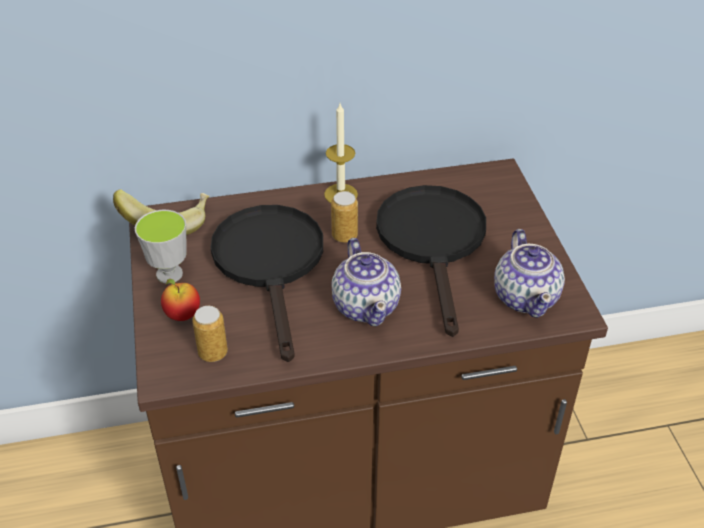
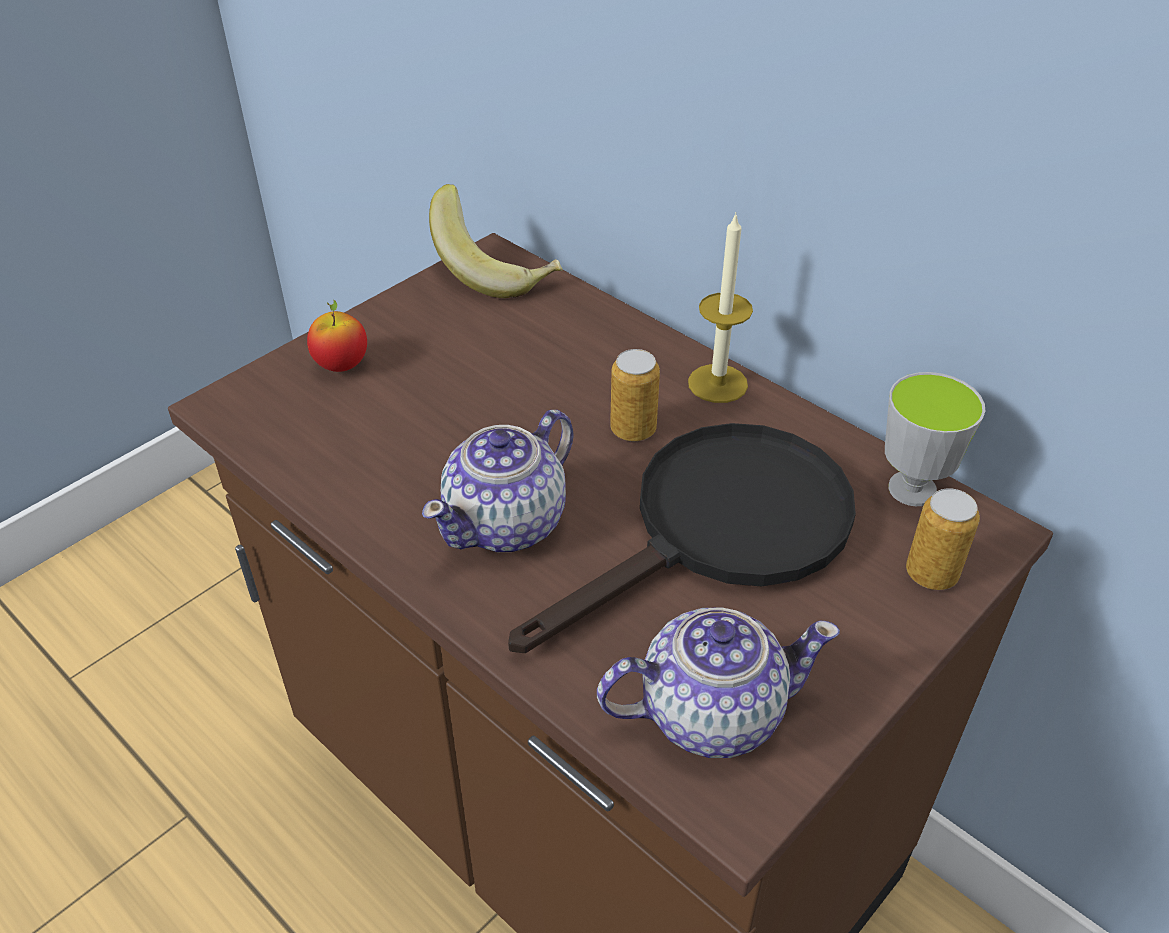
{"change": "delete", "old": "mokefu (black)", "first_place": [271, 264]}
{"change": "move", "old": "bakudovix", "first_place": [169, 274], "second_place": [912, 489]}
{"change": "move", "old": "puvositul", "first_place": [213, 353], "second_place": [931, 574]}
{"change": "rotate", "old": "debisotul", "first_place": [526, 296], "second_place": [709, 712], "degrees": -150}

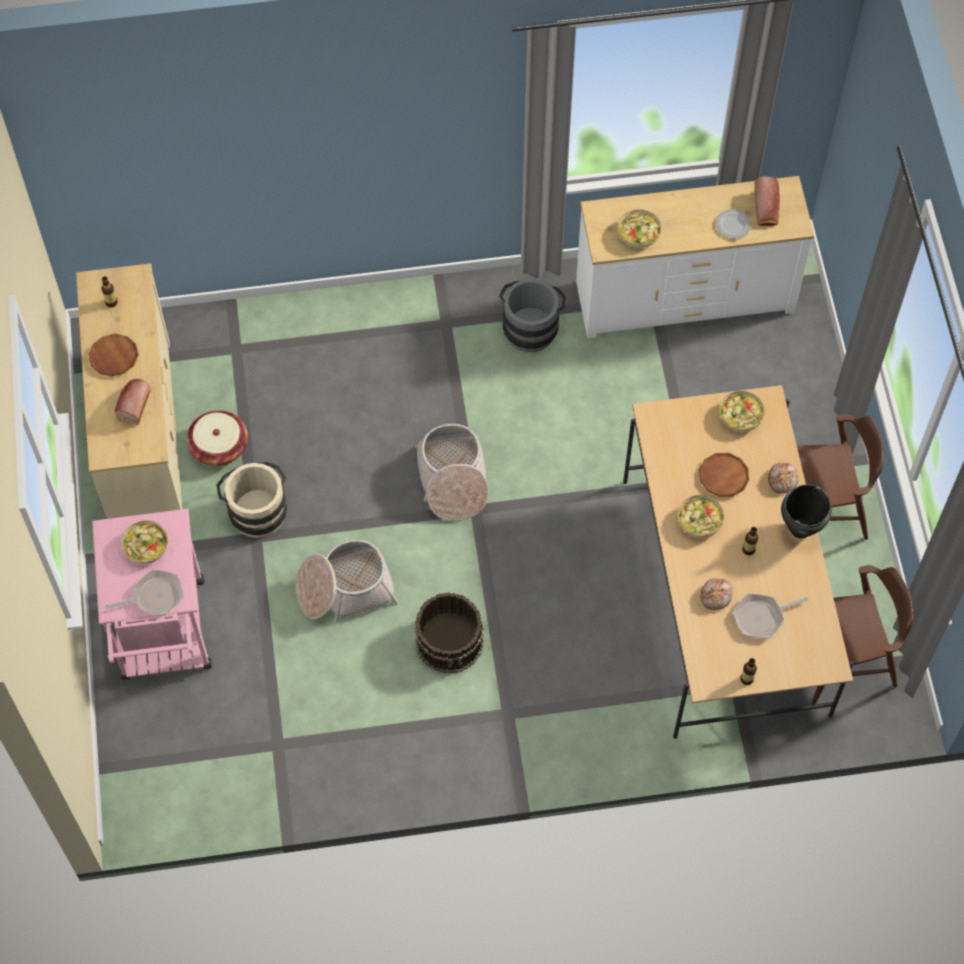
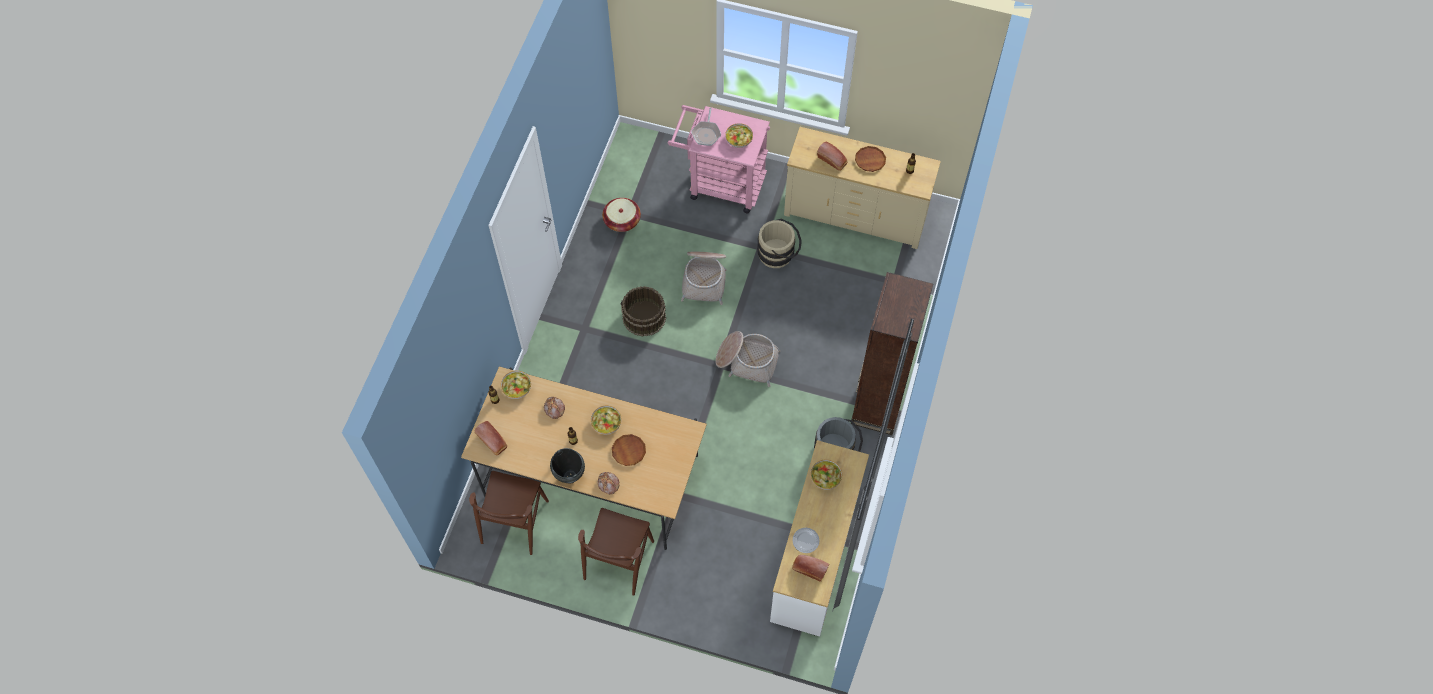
{"change": "delete", "old": "mokefu", "first_place": [762, 617]}
{"change": "insert", "new": "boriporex", "second_place": [493, 442]}
{"change": "insert", "new": "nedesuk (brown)", "second_place": [878, 402]}
{"change": "move", "old": "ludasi", "first_place": [219, 447], "second_place": [622, 221]}
{"change": "move", "old": "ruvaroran", "first_place": [741, 417], "second_place": [516, 388]}

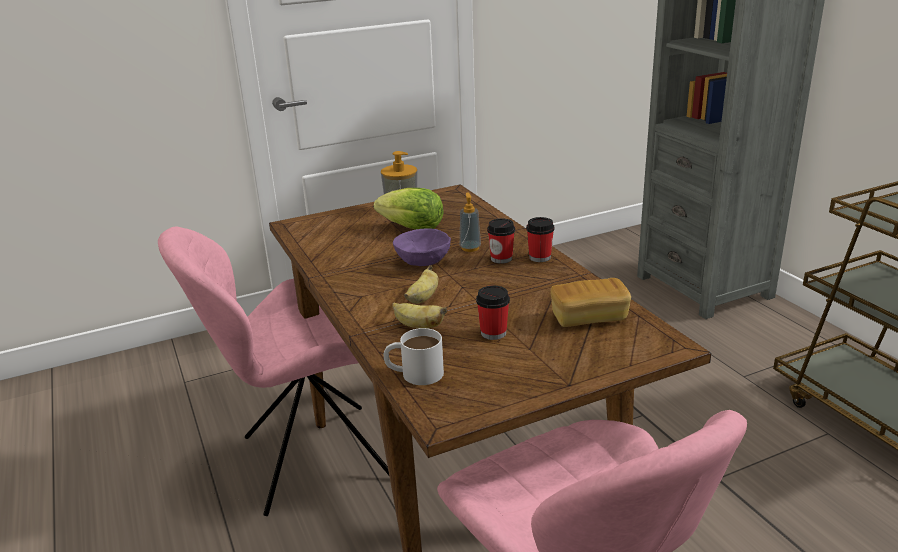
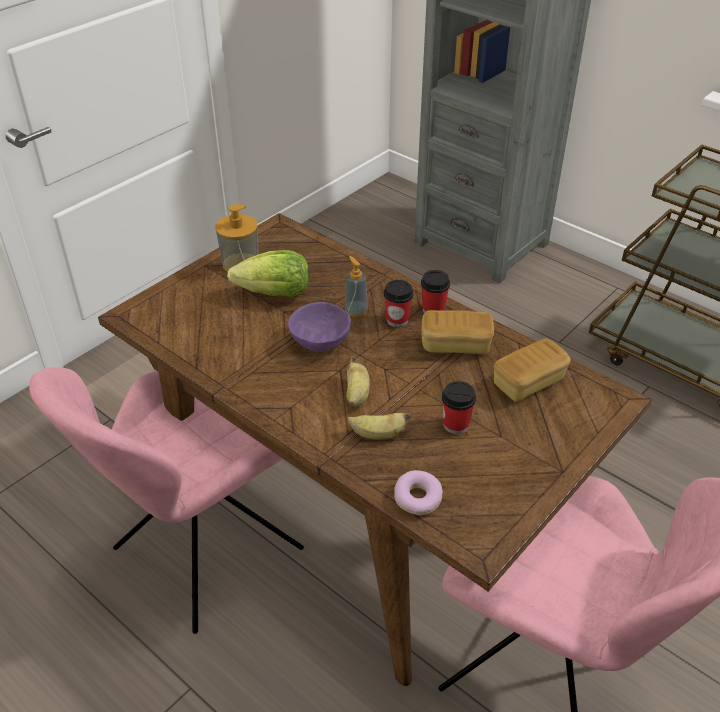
{"change": "insert", "new": "boriporex", "second_place": [455, 345]}
{"change": "replace", "old": "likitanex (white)", "new": "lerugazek", "first_place": [414, 373], "second_place": [417, 498]}

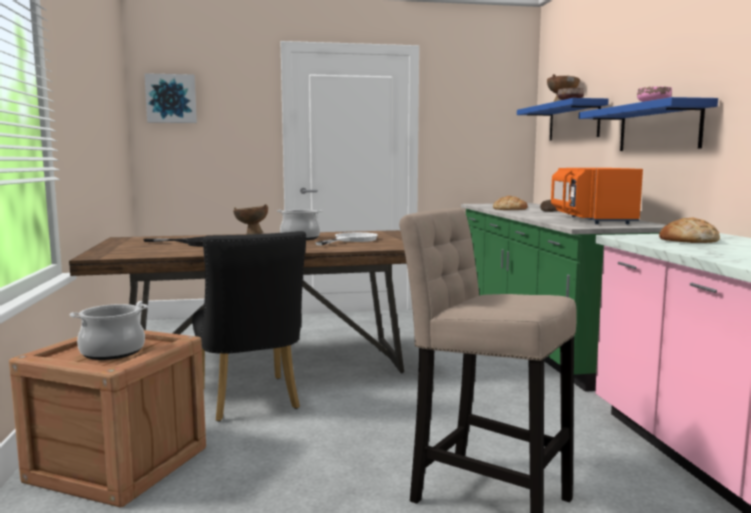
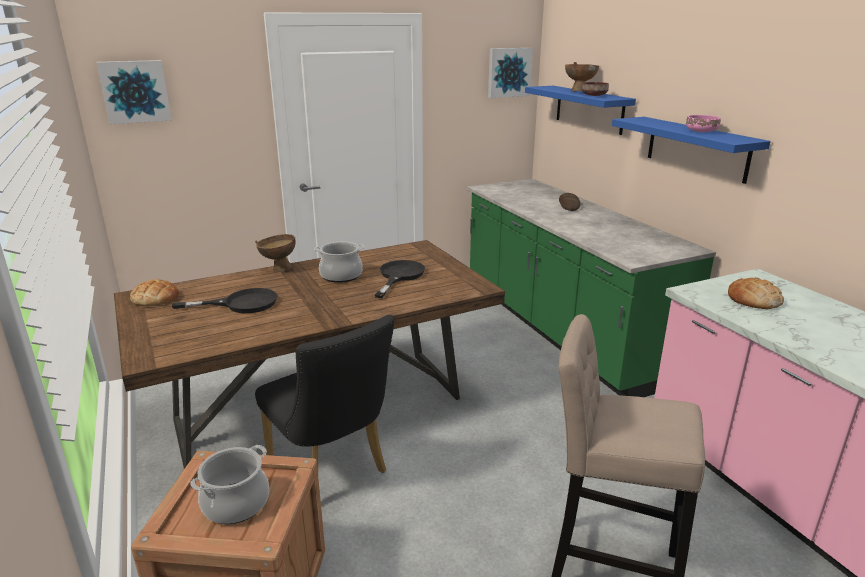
{"change": "delete", "old": "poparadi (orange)", "first_place": [590, 220]}
{"change": "insert", "new": "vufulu", "second_place": [508, 72]}
{"change": "move", "old": "boriporex", "first_place": [510, 209], "second_place": [156, 298]}
{"change": "recolor", "old": "mokefu (white)", "new": "mokefu (black)", "first_place": [351, 240], "second_place": [399, 276]}

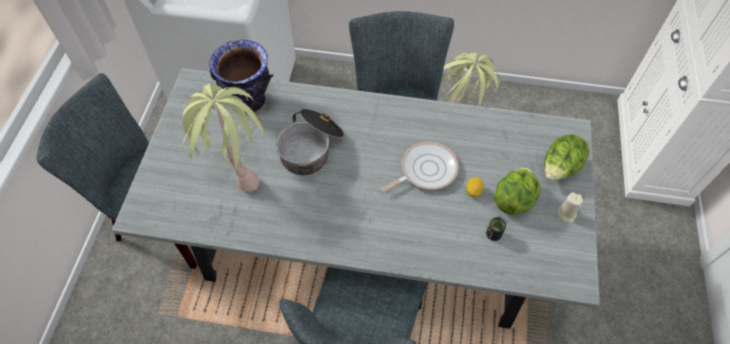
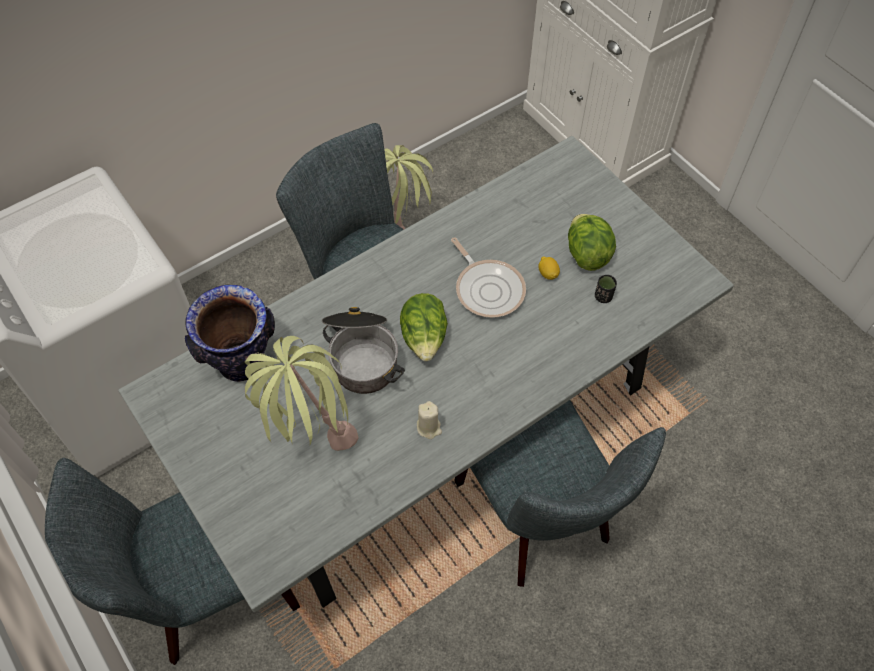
{"change": "move", "old": "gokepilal", "first_place": [559, 168], "second_place": [424, 338]}
{"change": "move", "old": "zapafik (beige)", "first_place": [566, 214], "second_place": [429, 427]}
{"change": "rotate", "old": "mokefu", "first_place": [425, 170], "second_place": [488, 288], "degrees": 135}

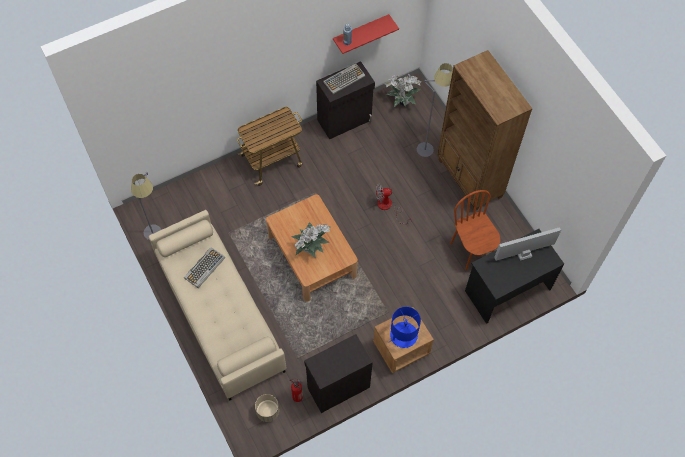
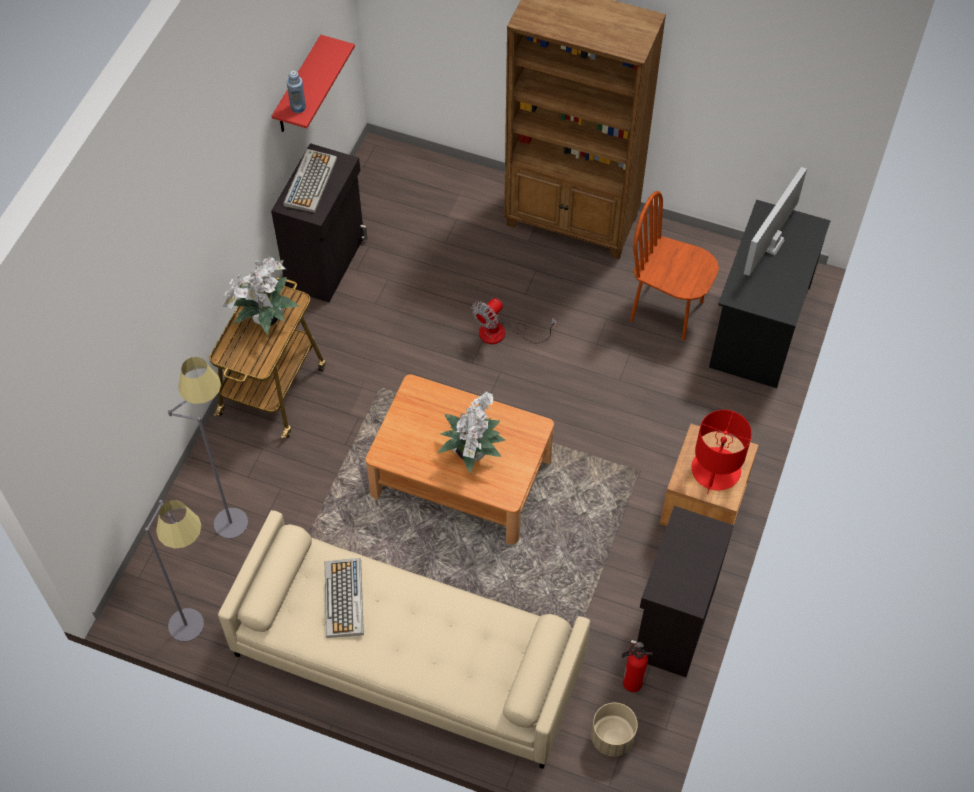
{"change": "move", "old": "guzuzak", "first_place": [401, 101], "second_place": [265, 320]}
{"change": "move", "old": "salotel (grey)", "first_place": [429, 144], "second_place": [230, 509]}
{"change": "recolor", "old": "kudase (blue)", "new": "kudase (red)", "first_place": [403, 335], "second_place": [715, 470]}

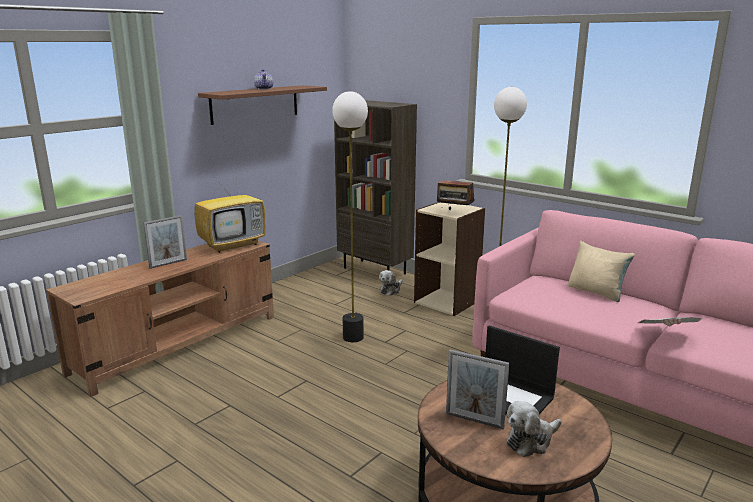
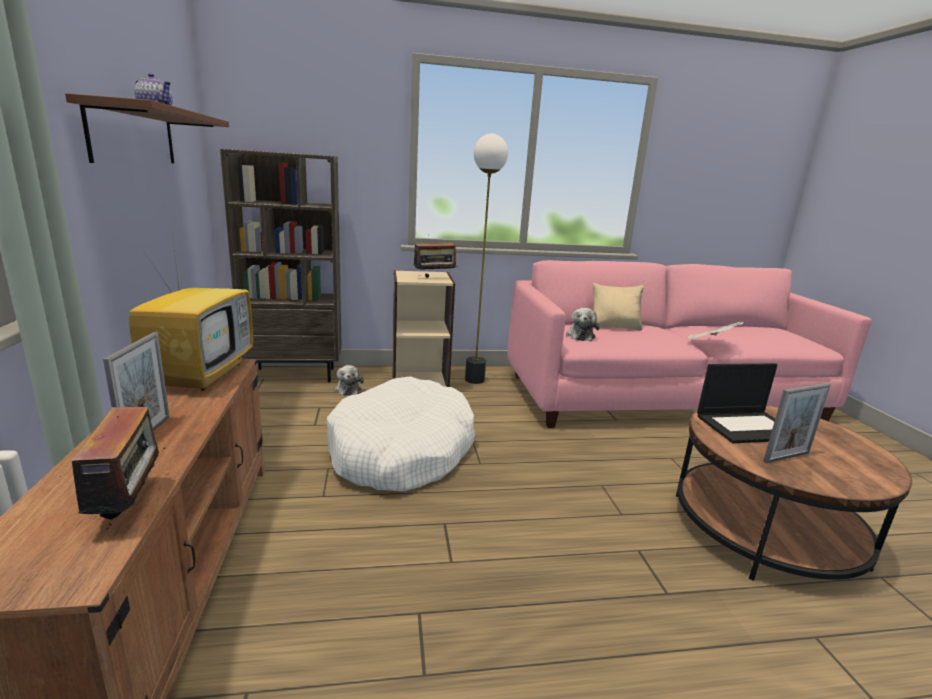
{"change": "insert", "new": "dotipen", "second_place": [130, 506]}
{"change": "move", "old": "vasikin", "first_place": [531, 441], "second_place": [580, 335]}
{"change": "replace", "old": "salotel", "new": "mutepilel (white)", "first_place": [353, 337], "second_place": [401, 451]}

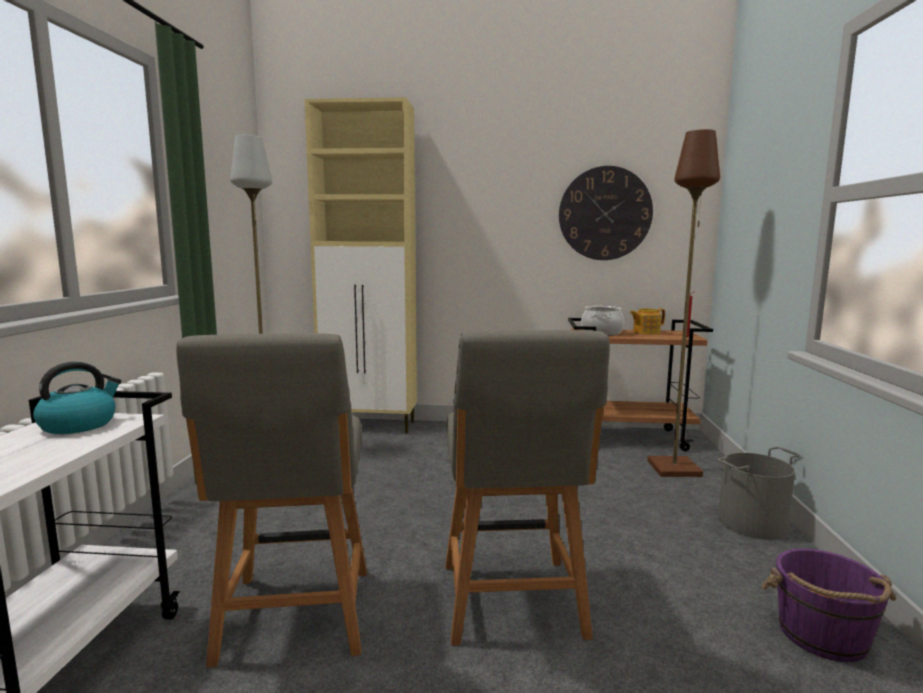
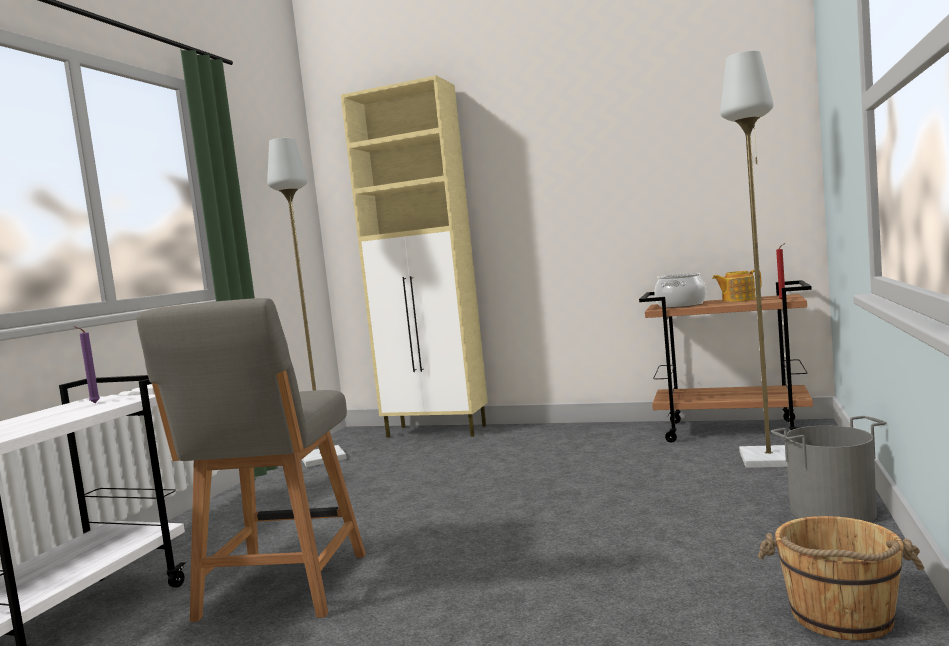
{"change": "delete", "old": "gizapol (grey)", "first_place": [512, 603]}
{"change": "delete", "old": "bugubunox", "first_place": [605, 213]}
{"change": "replace", "old": "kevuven", "new": "zapafik (purple)", "first_place": [79, 425], "second_place": [93, 403]}
{"change": "recolor", "old": "salotel (brown)", "new": "salotel (grey)", "first_place": [674, 468], "second_place": [769, 459]}
{"change": "recolor", "old": "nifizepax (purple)", "new": "nifizepax (brown)", "first_place": [823, 636], "second_place": [841, 617]}

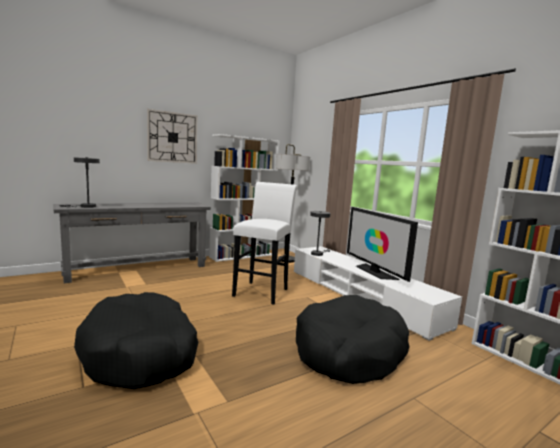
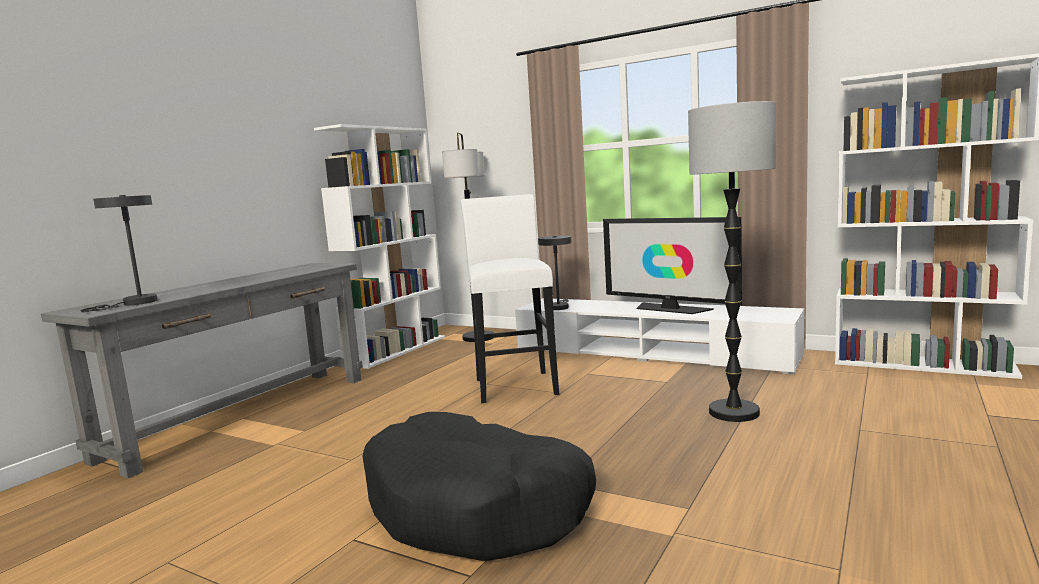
{"change": "delete", "old": "bugubunox", "first_place": [172, 137]}
{"change": "replace", "old": "mutepilel (black)", "new": "salotel", "first_place": [349, 351], "second_place": [733, 412]}

